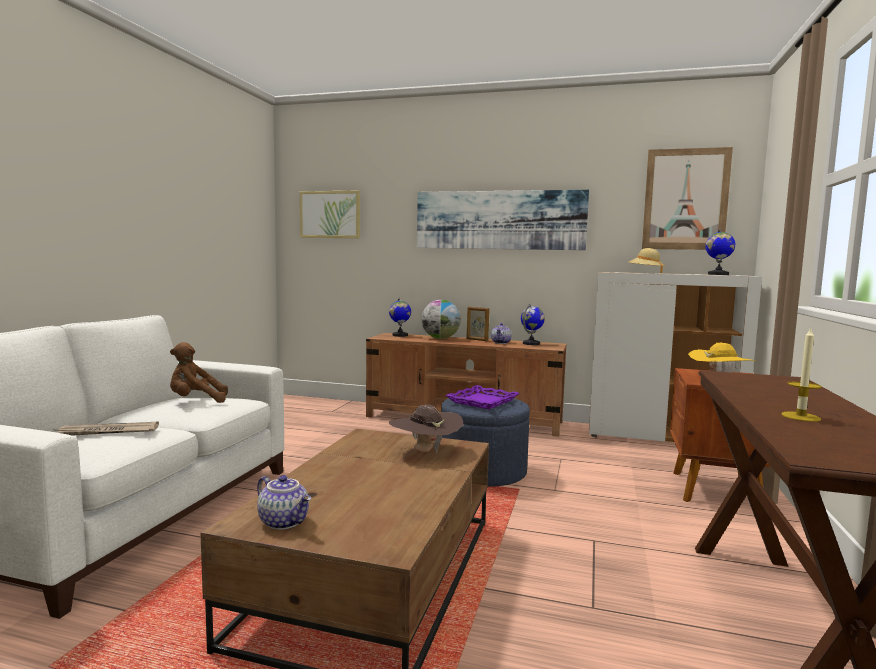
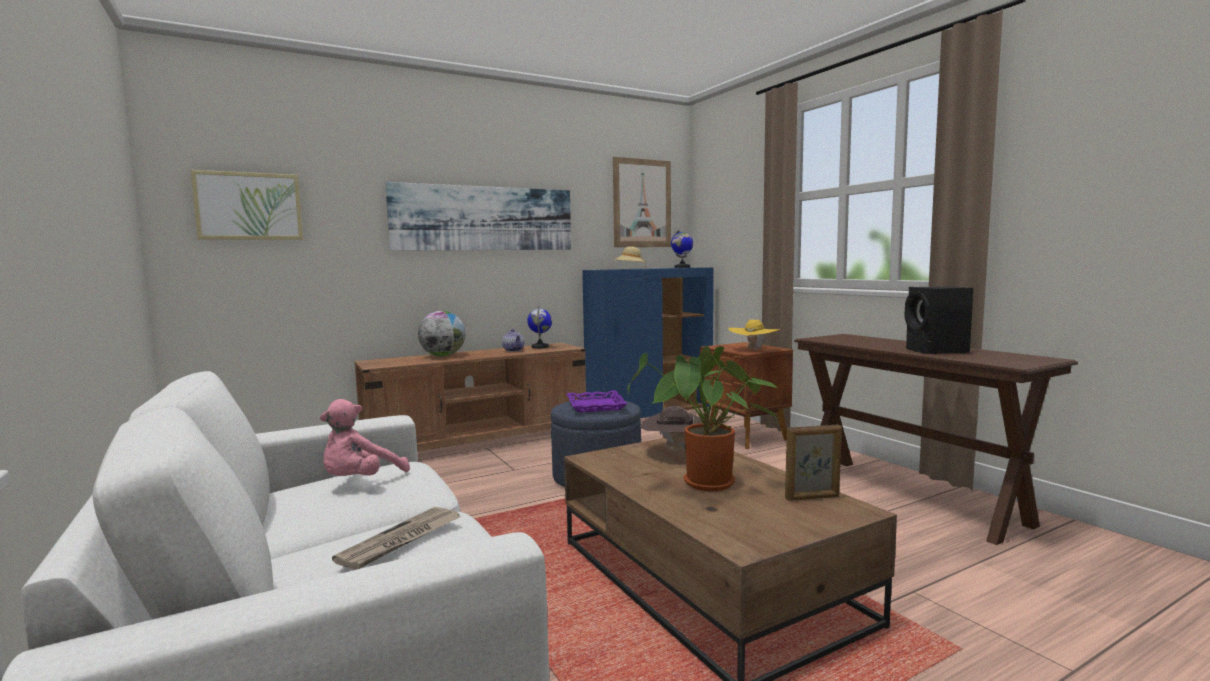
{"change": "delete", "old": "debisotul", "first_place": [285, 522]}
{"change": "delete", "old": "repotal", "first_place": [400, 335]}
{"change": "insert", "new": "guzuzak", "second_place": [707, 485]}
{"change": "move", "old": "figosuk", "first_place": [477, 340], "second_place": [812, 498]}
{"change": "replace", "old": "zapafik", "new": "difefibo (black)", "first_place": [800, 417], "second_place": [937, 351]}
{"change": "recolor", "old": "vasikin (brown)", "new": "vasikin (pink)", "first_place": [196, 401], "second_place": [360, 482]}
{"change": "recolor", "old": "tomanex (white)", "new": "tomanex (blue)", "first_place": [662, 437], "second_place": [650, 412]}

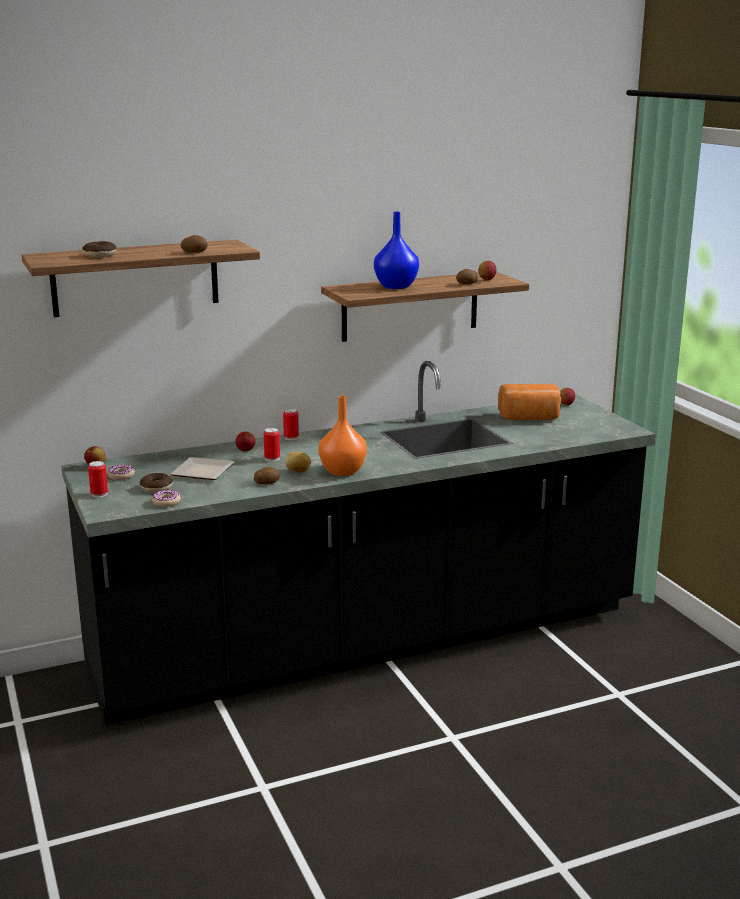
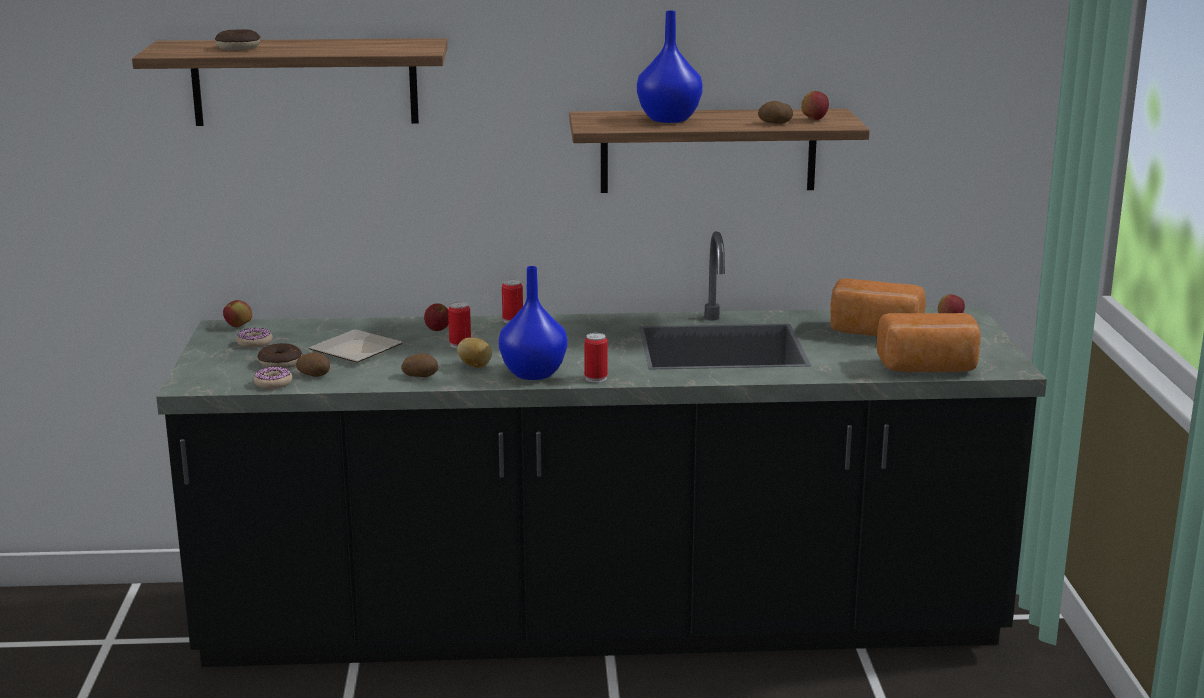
{"change": "insert", "new": "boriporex", "second_place": [928, 368]}
{"change": "move", "old": "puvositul", "first_place": [99, 494], "second_place": [596, 378]}
{"change": "move", "old": "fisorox", "first_place": [194, 252], "second_place": [314, 374]}
{"change": "recolor", "old": "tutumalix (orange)", "new": "tutumalix (blue)", "first_place": [342, 471], "second_place": [532, 373]}

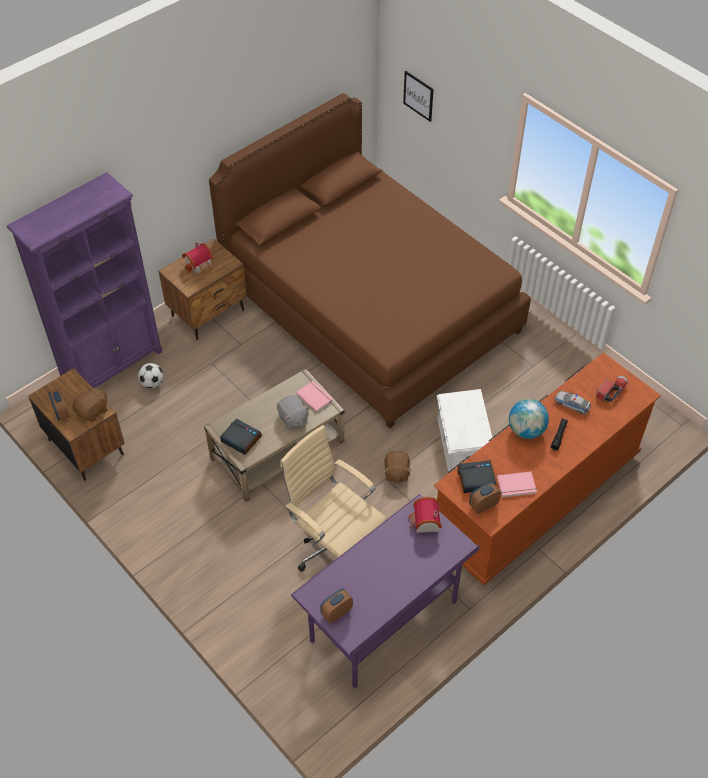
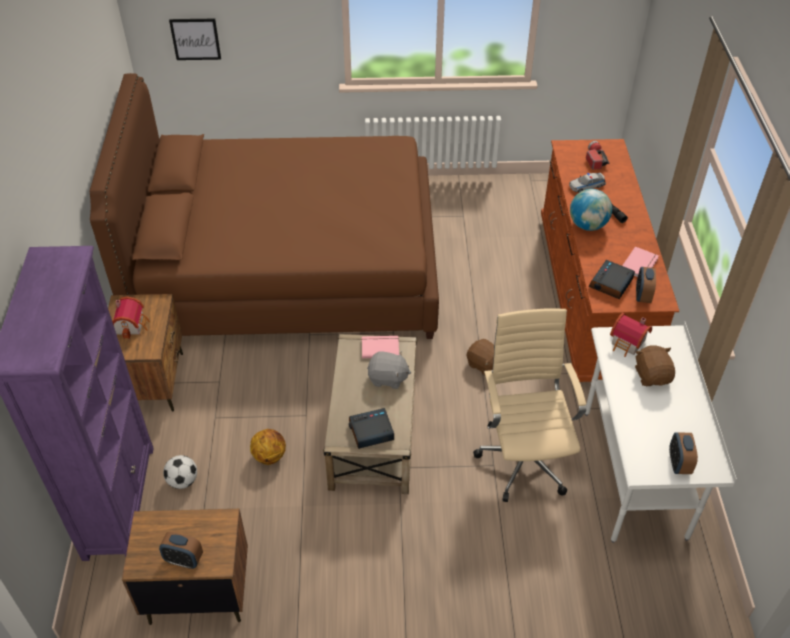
{"change": "delete", "old": "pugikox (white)", "first_place": [461, 443]}
{"change": "insert", "new": "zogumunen", "second_place": [269, 455]}
{"change": "move", "old": "vasikin (brown)", "first_place": [93, 411], "second_place": [652, 375]}
{"change": "recolor", "old": "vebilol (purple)", "new": "vebilol (white)", "first_place": [384, 622], "second_place": [634, 473]}
{"change": "rotate", "old": "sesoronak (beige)", "first_place": [334, 547], "second_place": [523, 458], "degrees": 90}

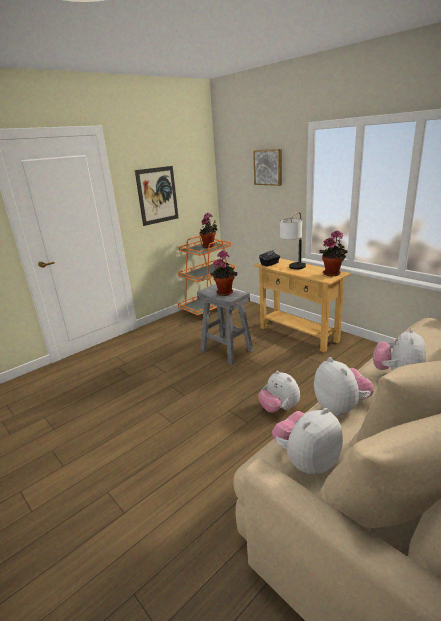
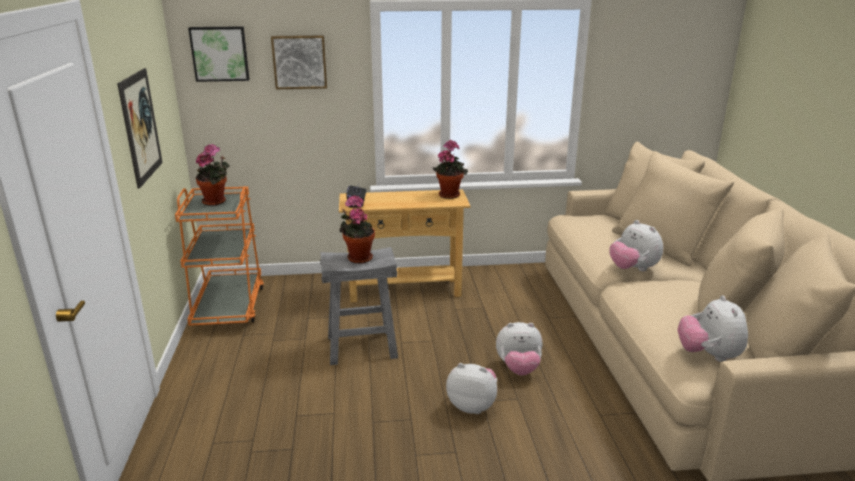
{"change": "delete", "old": "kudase", "first_place": [293, 269]}
{"change": "insert", "new": "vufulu", "second_place": [220, 53]}
{"change": "move", "old": "vasikin", "first_place": [340, 407], "second_place": [472, 405]}

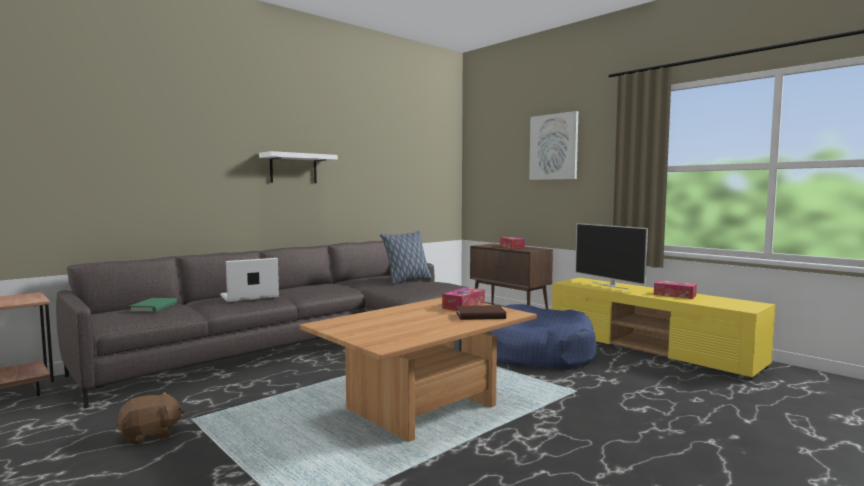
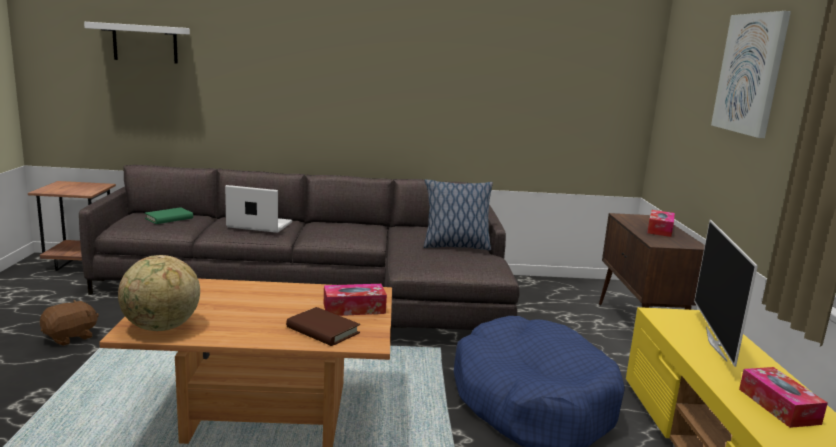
{"change": "insert", "new": "repotal", "second_place": [161, 328]}
{"change": "move", "old": "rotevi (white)", "first_place": [293, 168], "second_place": [145, 43]}
{"change": "rotate", "old": "vasikin (brown)", "first_place": [150, 435], "second_place": [70, 337], "degrees": -60}

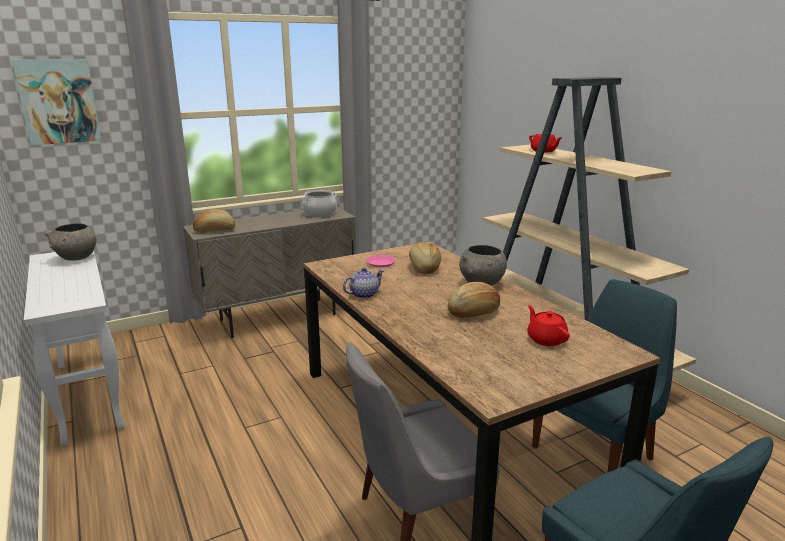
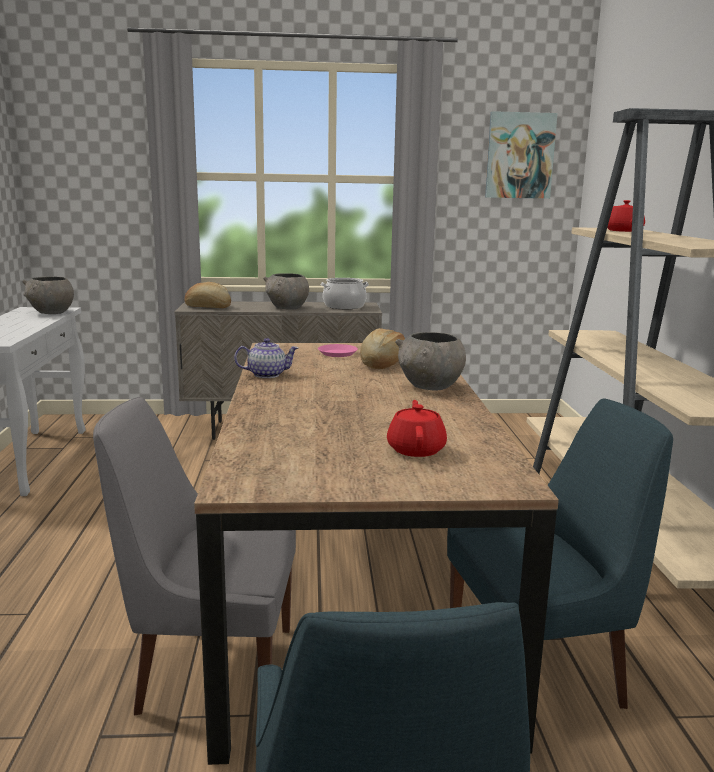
{"change": "delete", "old": "boriporex", "first_place": [474, 312]}
{"change": "insert", "new": "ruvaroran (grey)", "second_place": [287, 308]}
{"change": "move", "old": "vufulu", "first_place": [58, 101], "second_place": [519, 156]}

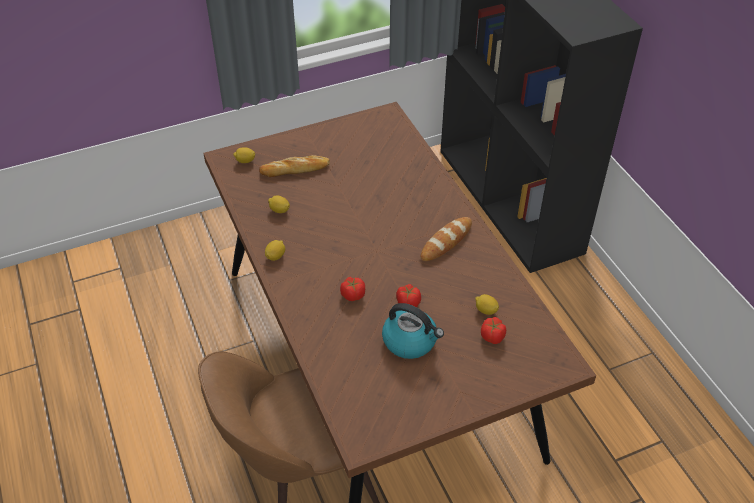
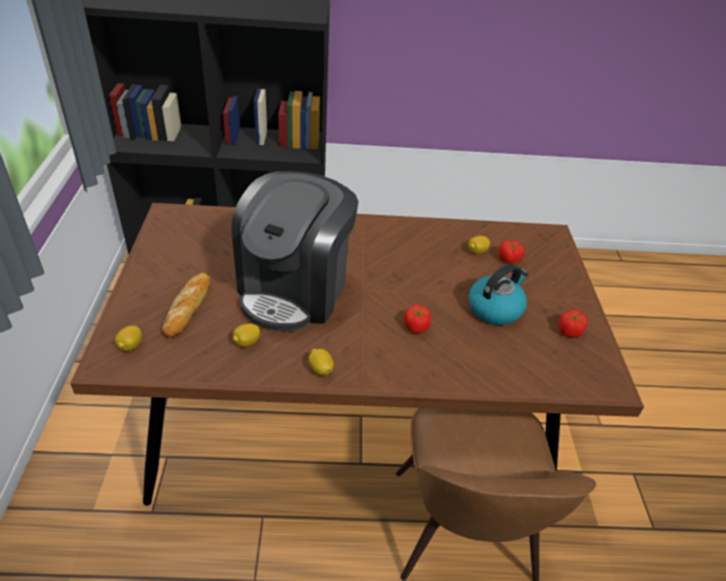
{"change": "delete", "old": "boriporex", "first_place": [446, 241]}
{"change": "insert", "new": "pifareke", "second_place": [295, 289]}
{"change": "move", "old": "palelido", "first_place": [408, 303], "second_place": [569, 331]}

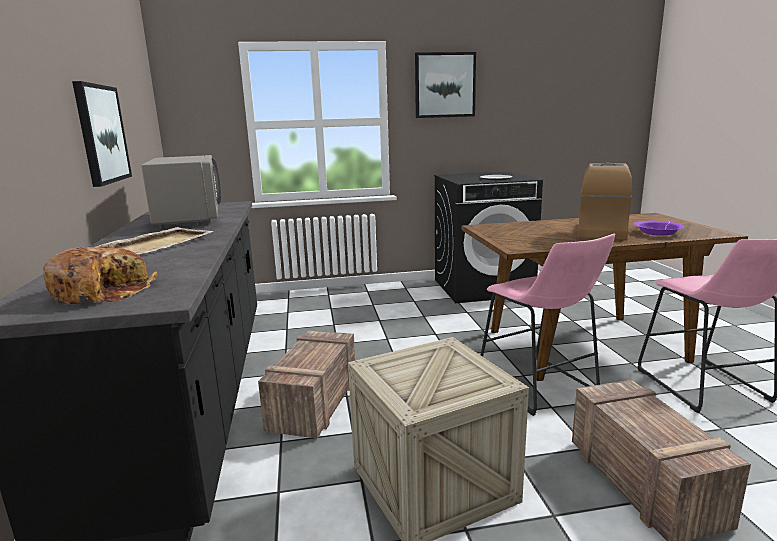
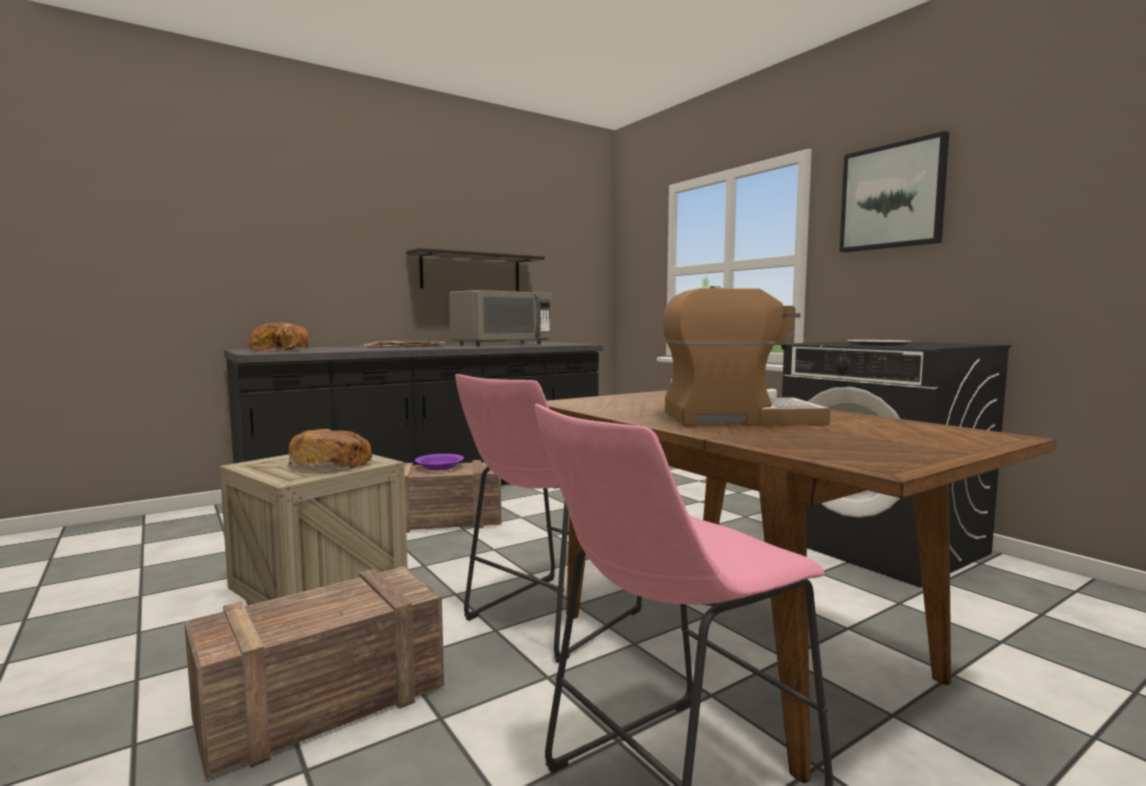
{"change": "insert", "new": "boriporex", "second_place": [331, 464]}
{"change": "move", "old": "ruvaroran (purple)", "first_place": [657, 233], "second_place": [439, 468]}
{"change": "replace", "old": "vufulu", "new": "rotevi", "first_place": [101, 134], "second_place": [471, 272]}

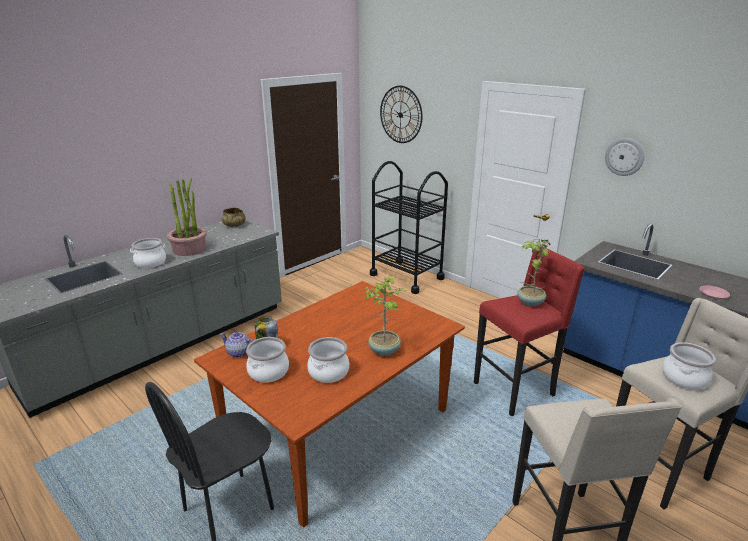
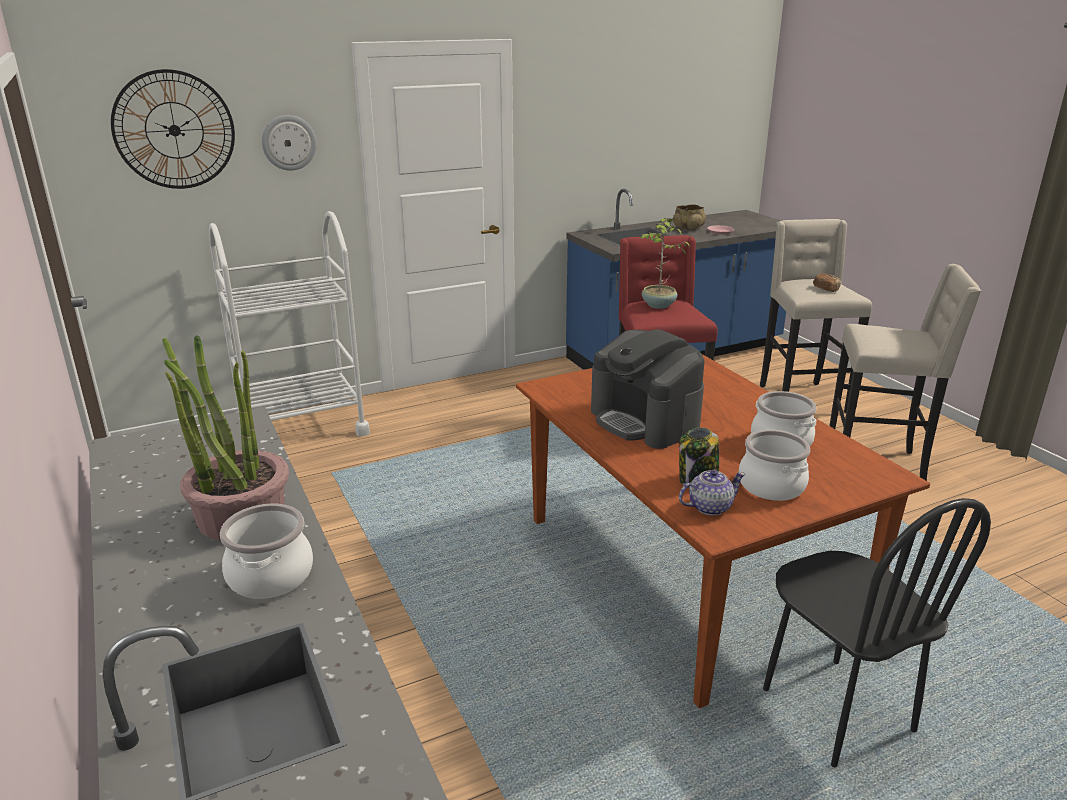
{"change": "delete", "old": "guzuzak", "first_place": [384, 350]}
{"change": "insert", "new": "pifareke", "second_place": [645, 421]}
{"change": "move", "old": "ruvaroran (beige)", "first_place": [234, 225], "second_place": [688, 228]}
{"change": "move", "old": "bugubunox", "first_place": [624, 157], "second_place": [289, 142]}
{"change": "replace", "old": "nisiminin", "new": "boriporex", "first_place": [685, 378], "second_place": [826, 289]}
{"change": "recolor", "old": "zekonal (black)", "new": "zekonal (white)", "first_place": [406, 276], "second_place": [302, 428]}
{"change": "rotate", "old": "debisotul", "first_place": [239, 353], "second_place": [709, 507], "degrees": -150}

